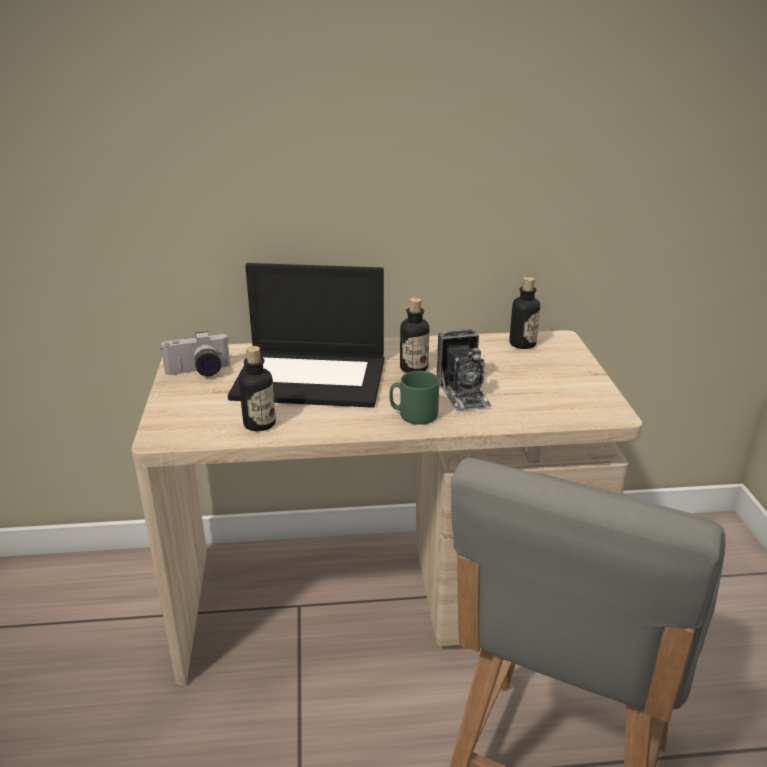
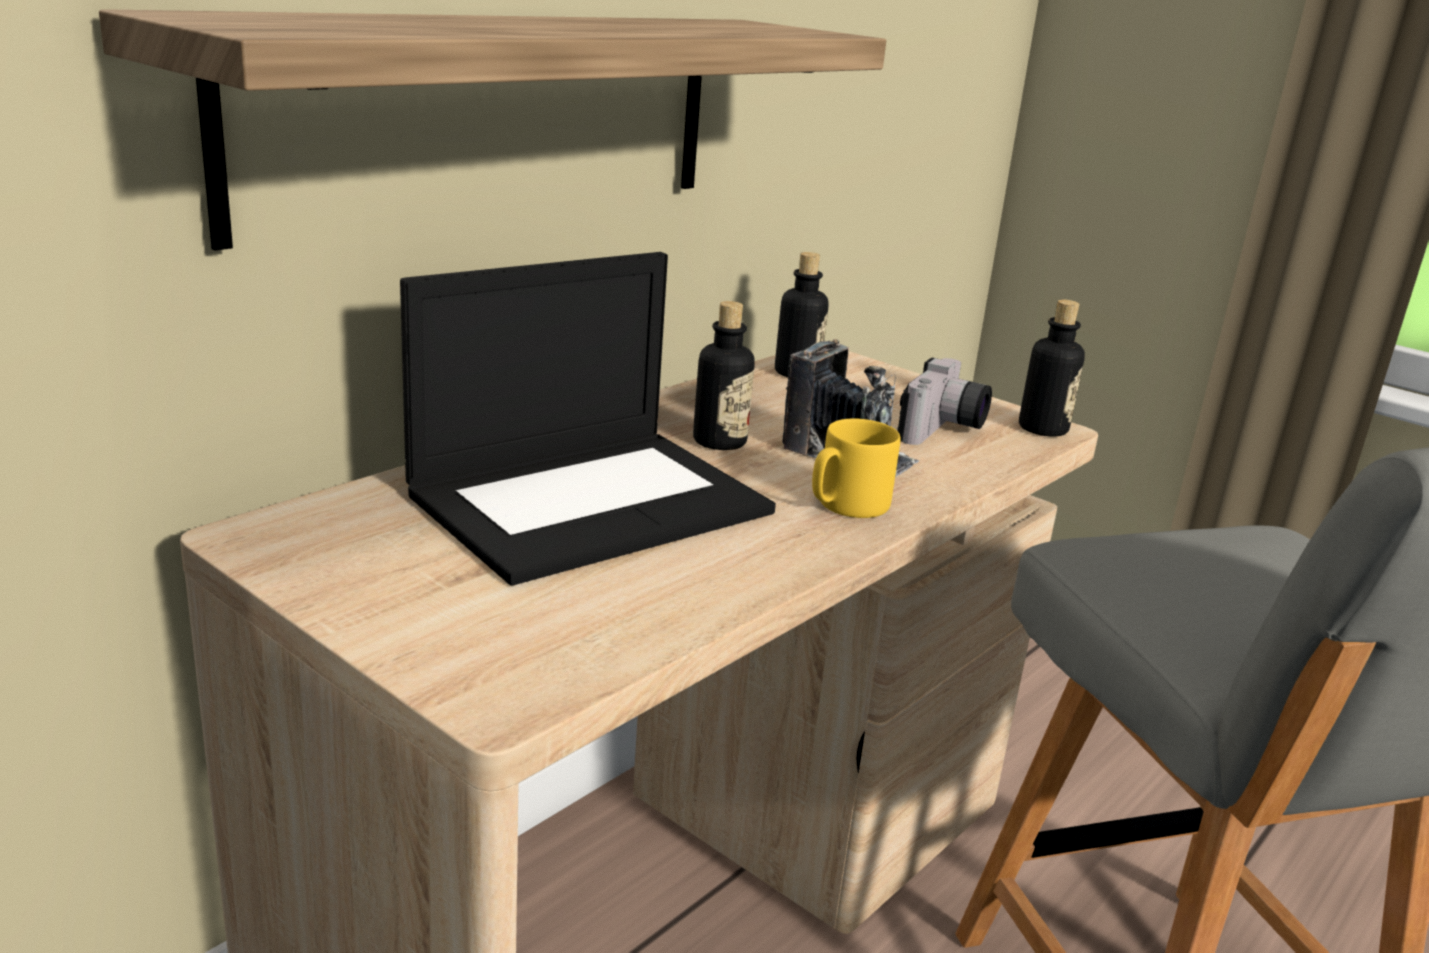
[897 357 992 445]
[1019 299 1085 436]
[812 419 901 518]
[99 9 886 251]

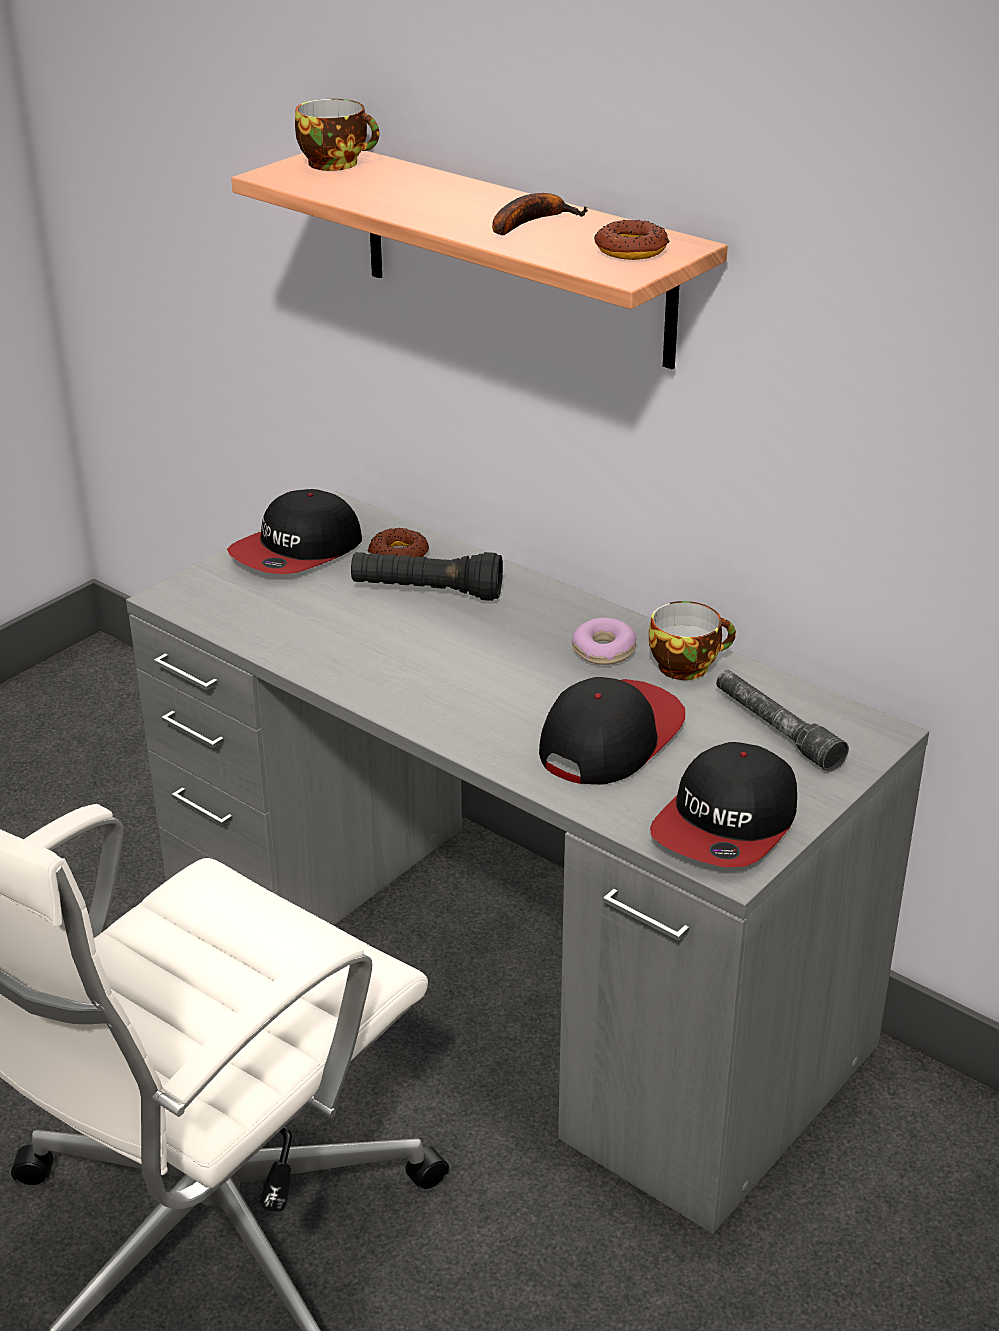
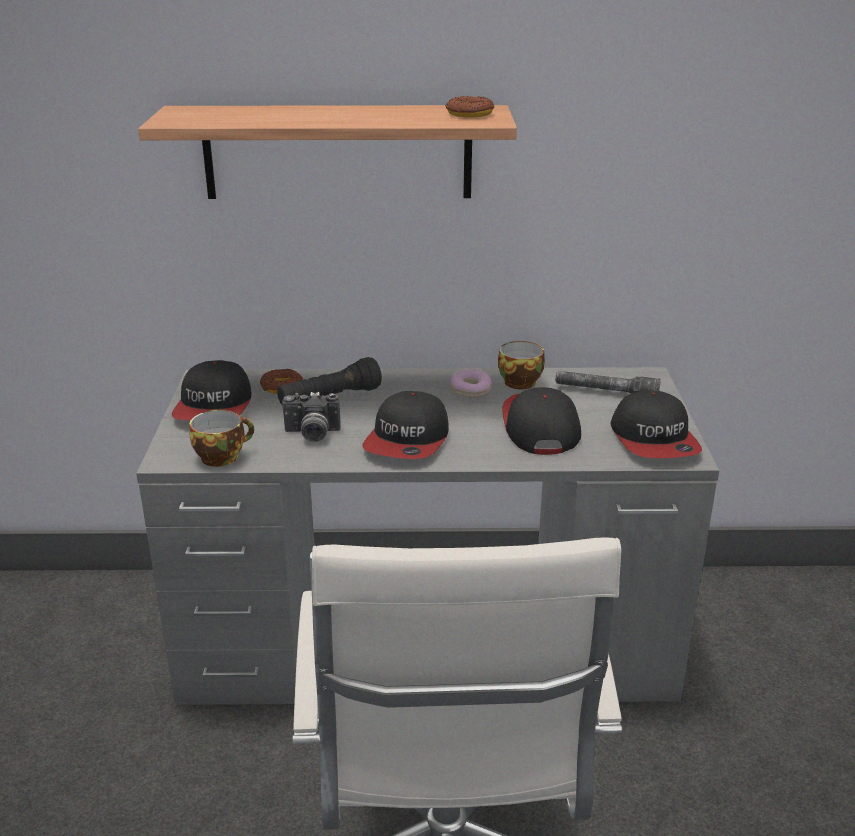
[189 410 254 467]
[492 193 588 235] (first image)
[282 392 341 442]
[362 391 449 459]

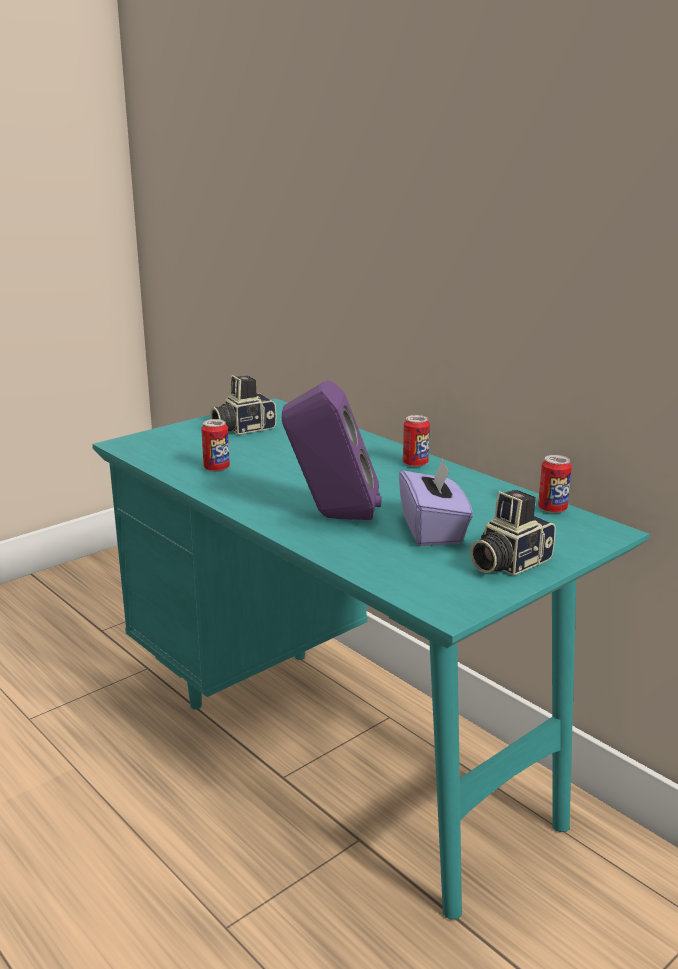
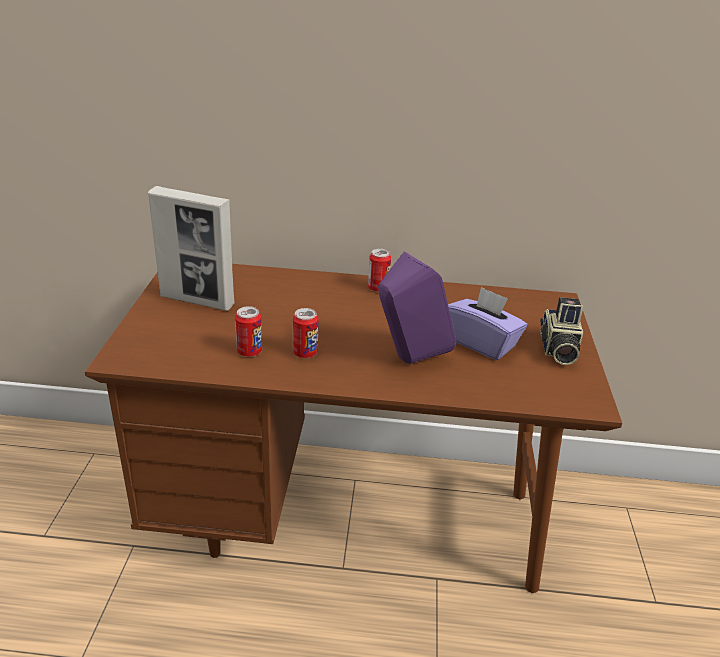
[85 264 622 593]
[148 186 234 311]
[293 308 318 358]

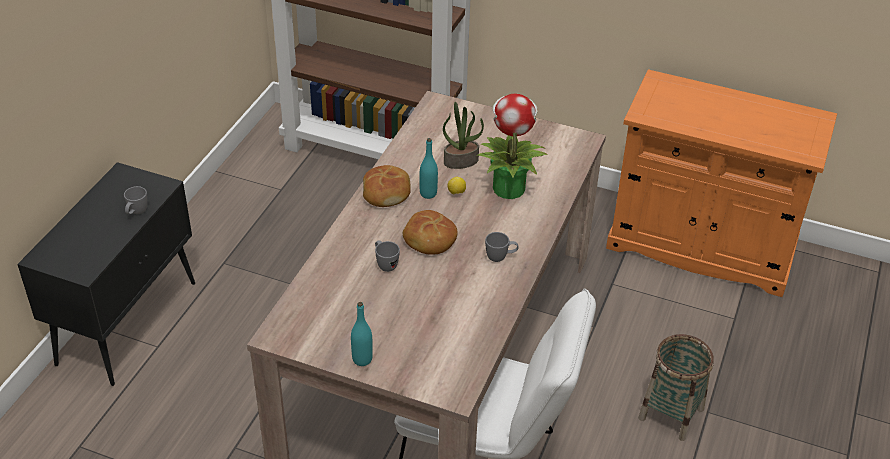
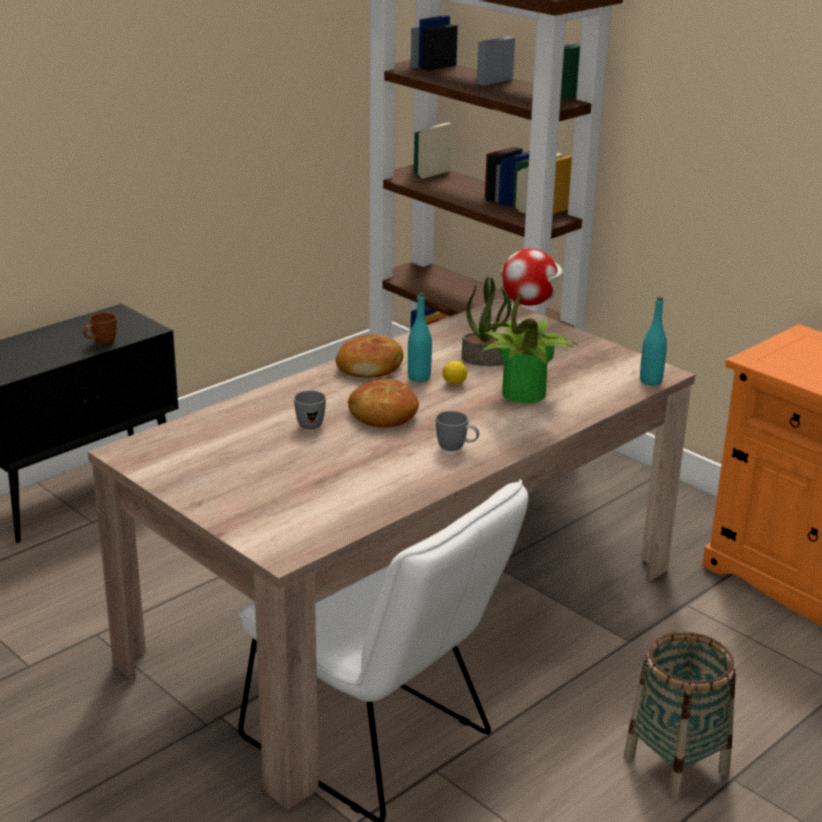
[83 312 117 345]
[640 297 667 386]

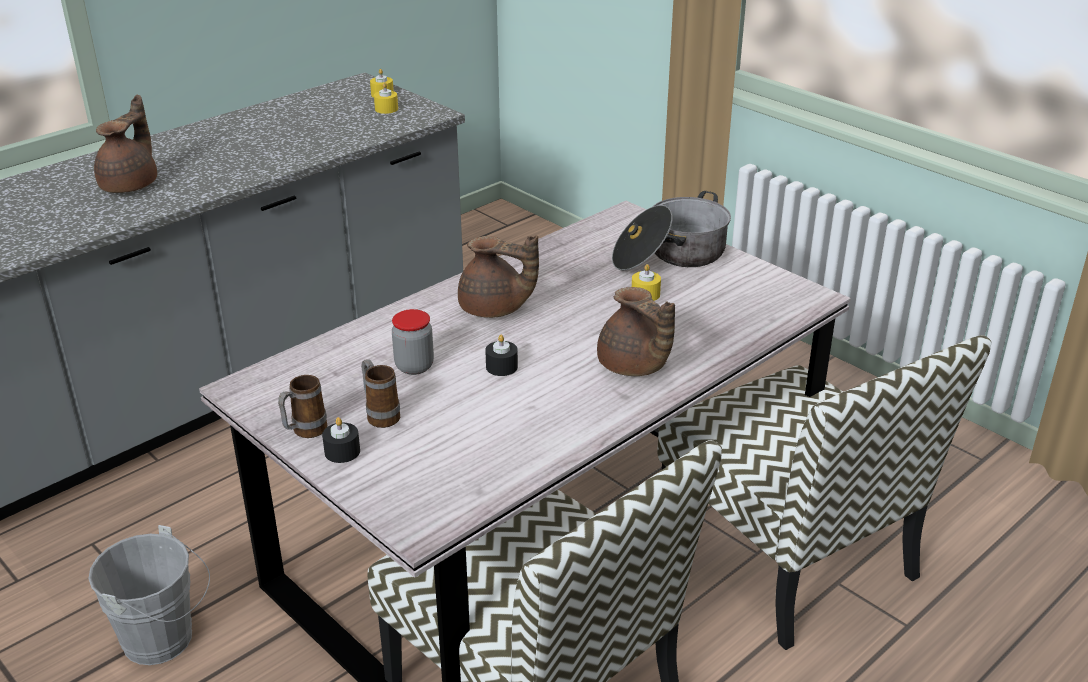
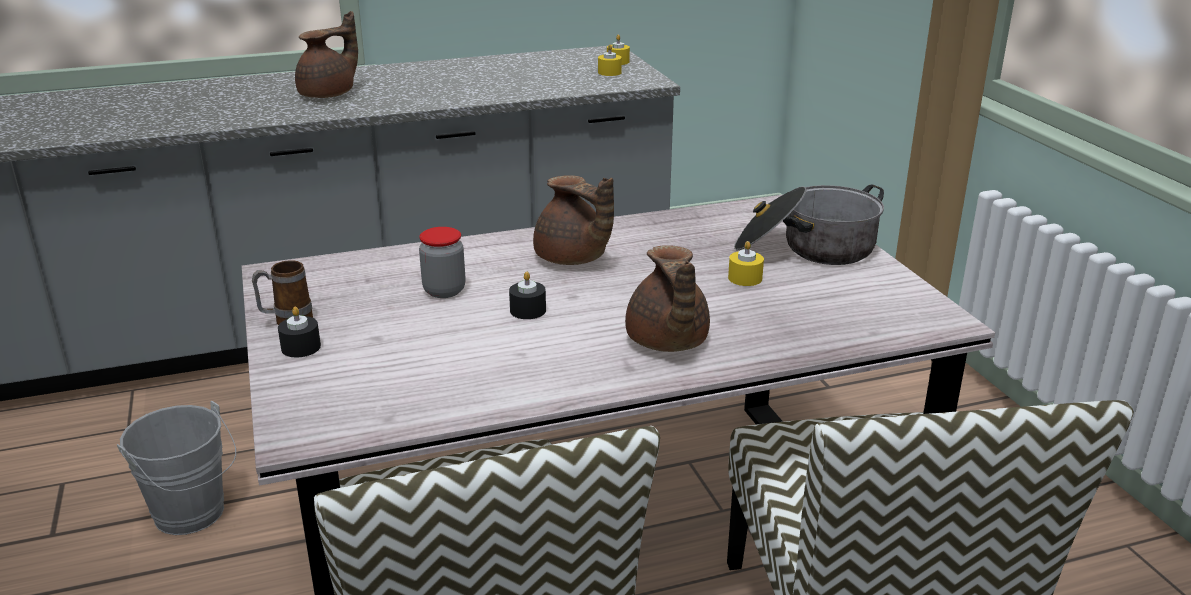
[361 360 400 428] (first image)

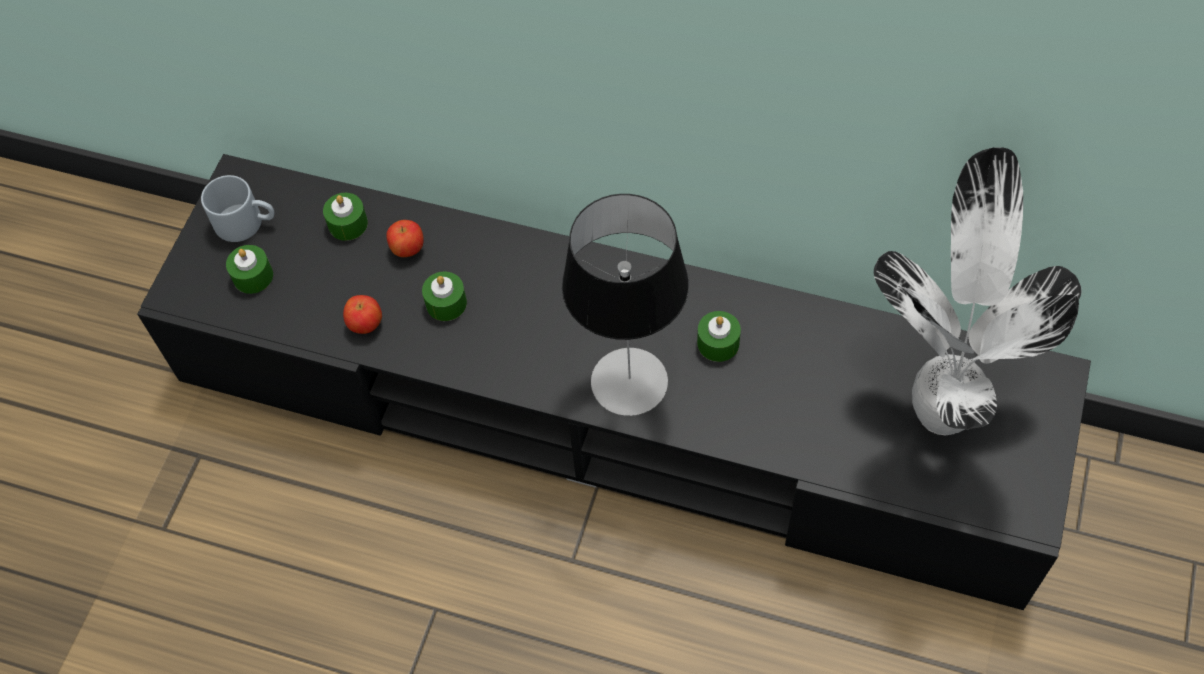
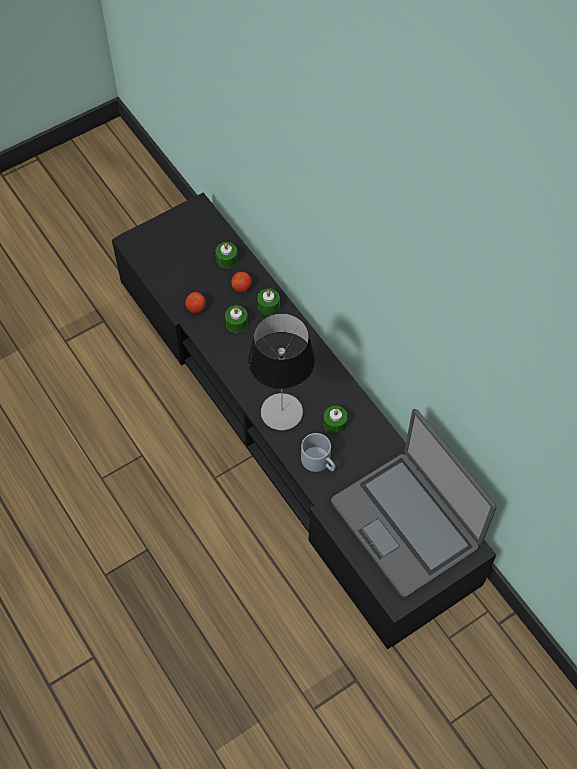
[301 433 336 472]
[257 288 280 315]
[331 409 496 598]

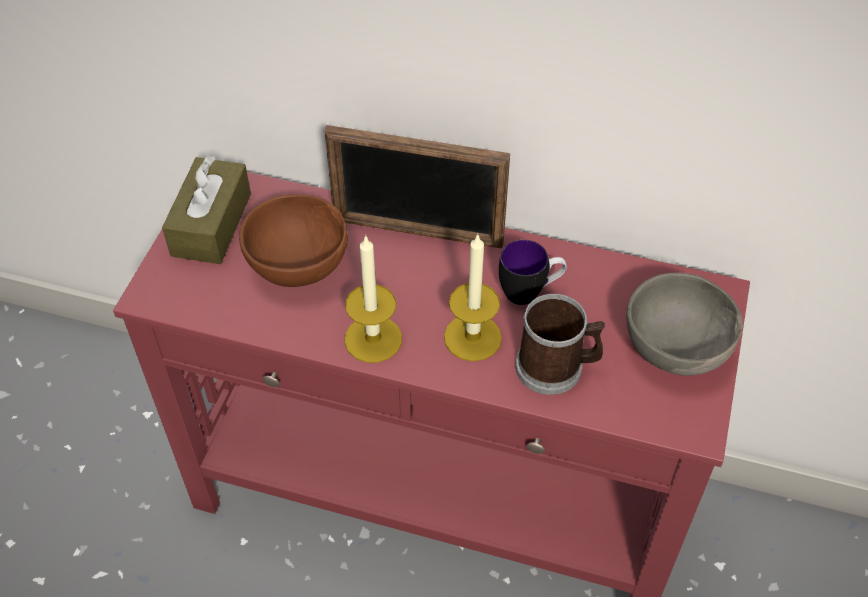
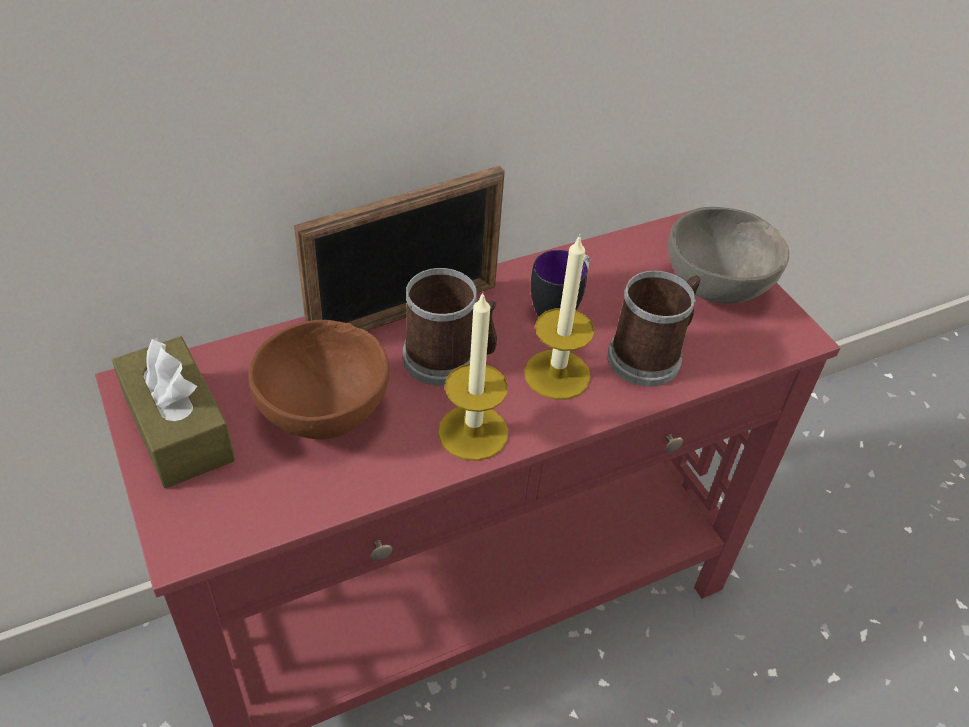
[403 268 497 386]

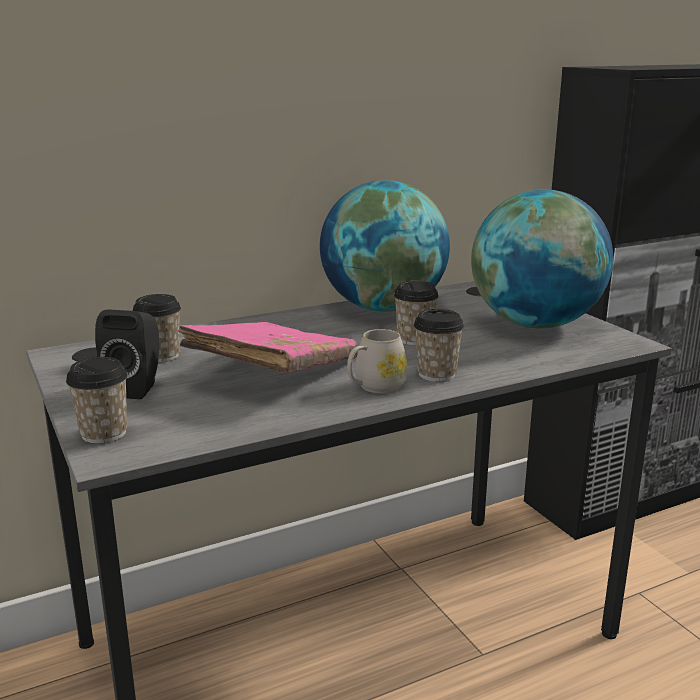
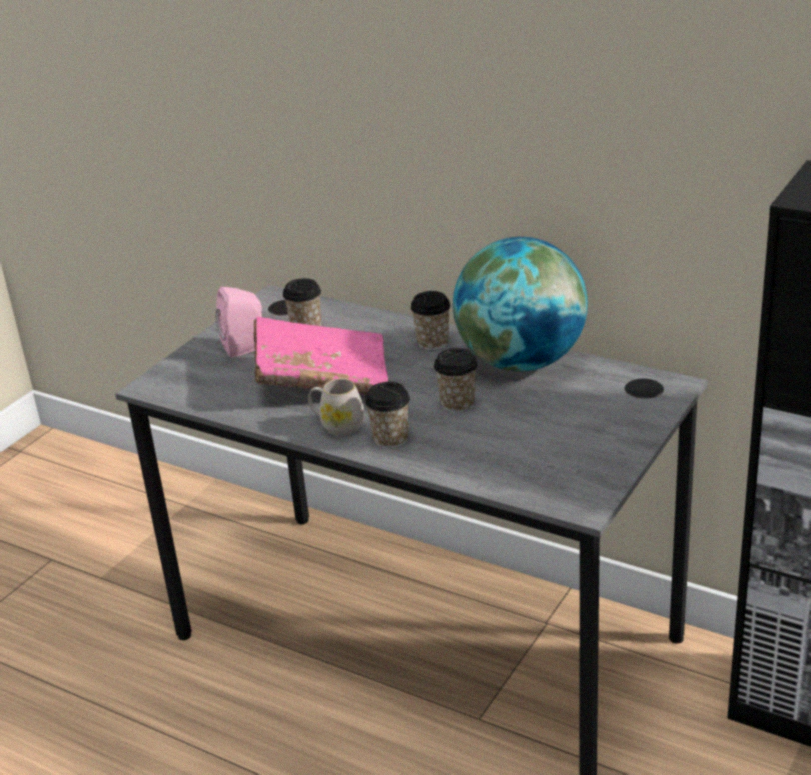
[410 291 451 350]
[216 287 262 358]
[471 189 613 328] (first image)

